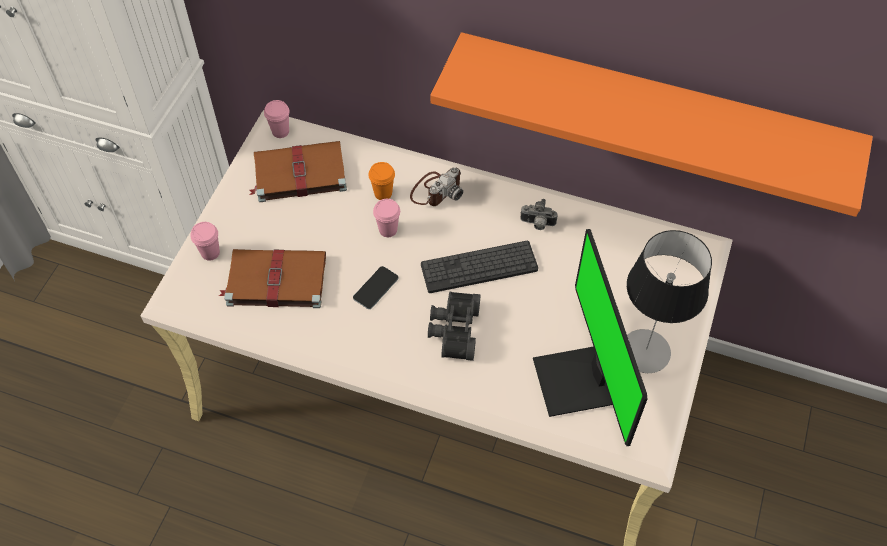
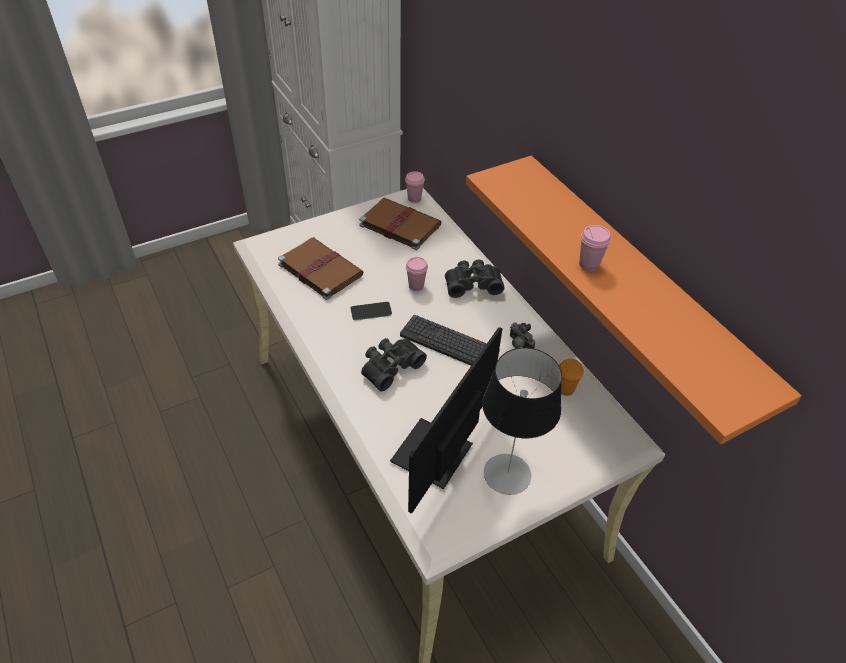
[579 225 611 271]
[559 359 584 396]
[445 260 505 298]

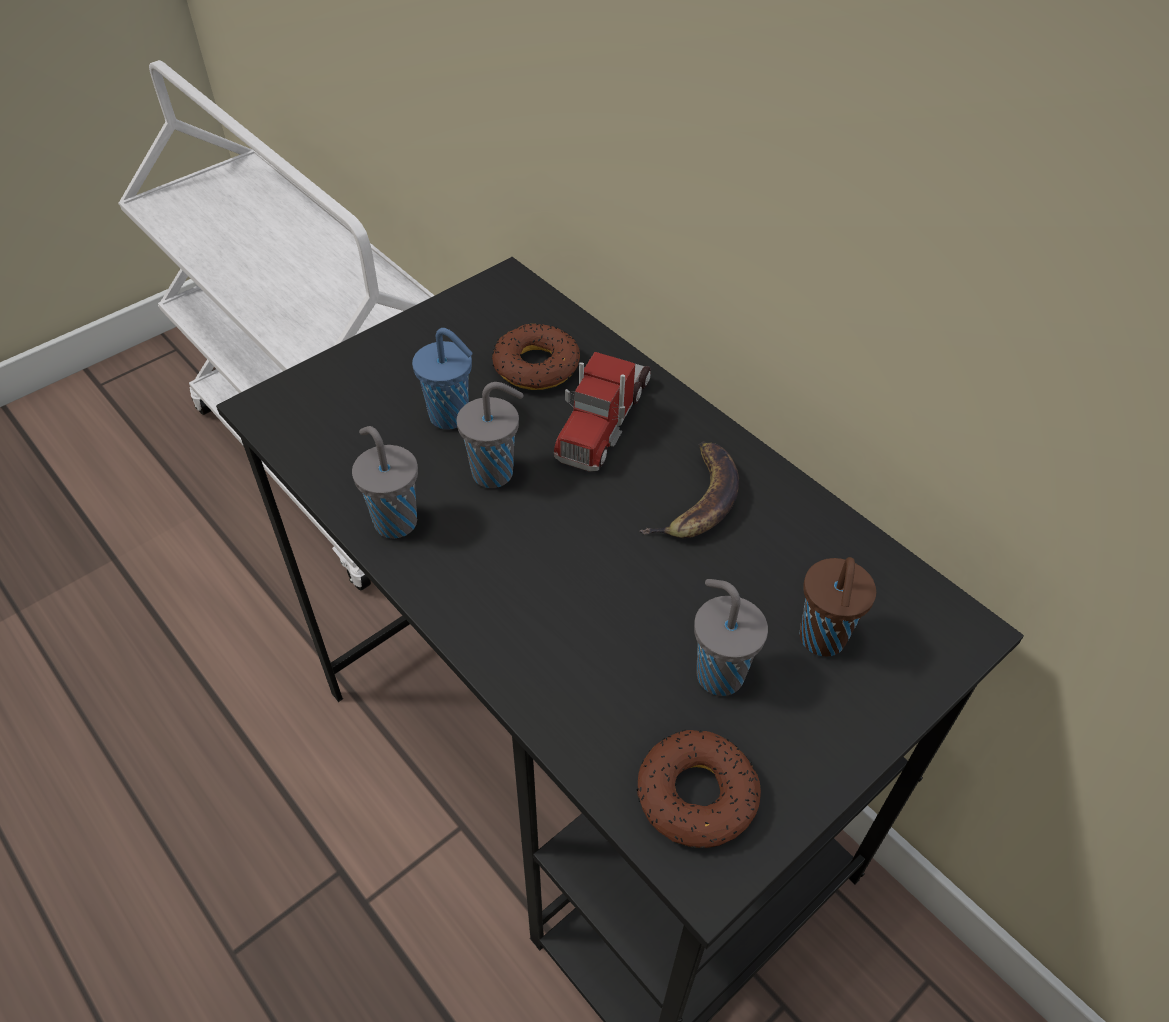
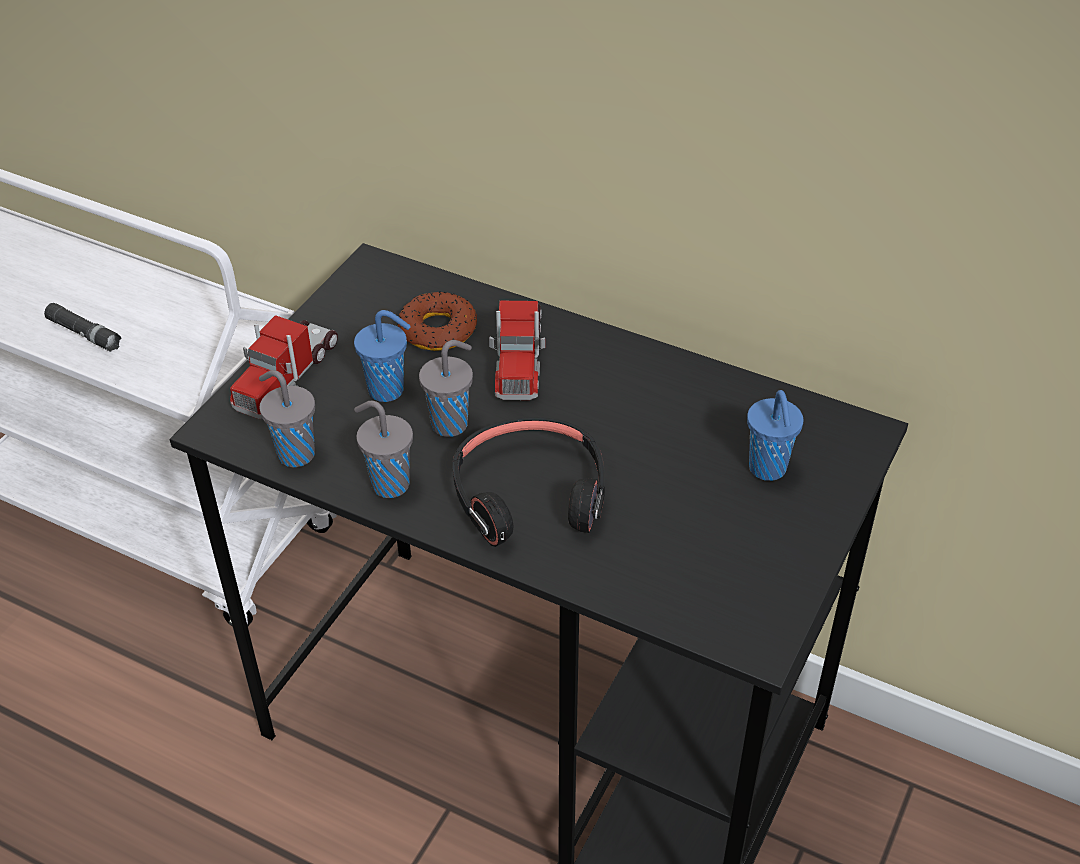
[636 729 761 848] (first image)
[639 441 739 538] (first image)
[259 370 315 467]
[747 390 803 481]
[44 303 121 352]
[230 315 338 419]
[453 417 605 547]

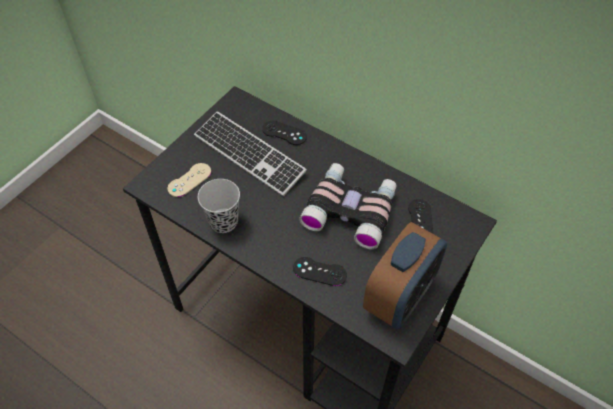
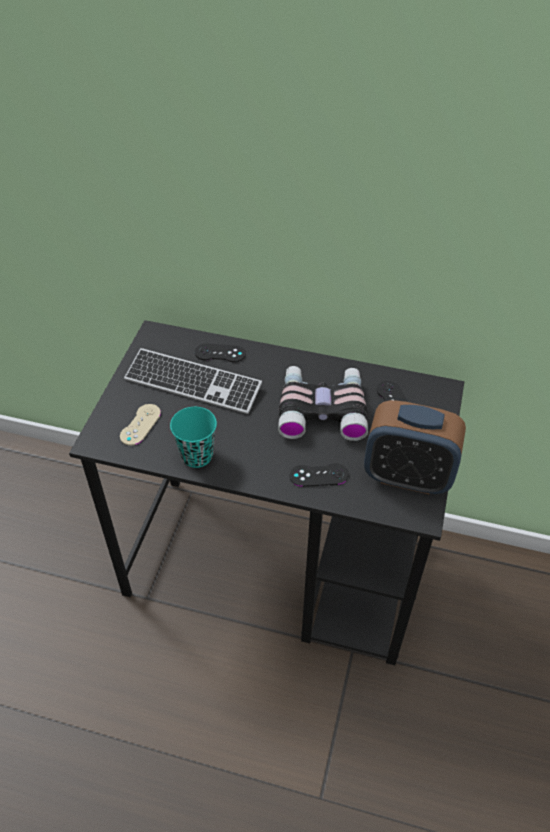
[170 407 217 468]
[364 400 466 494]

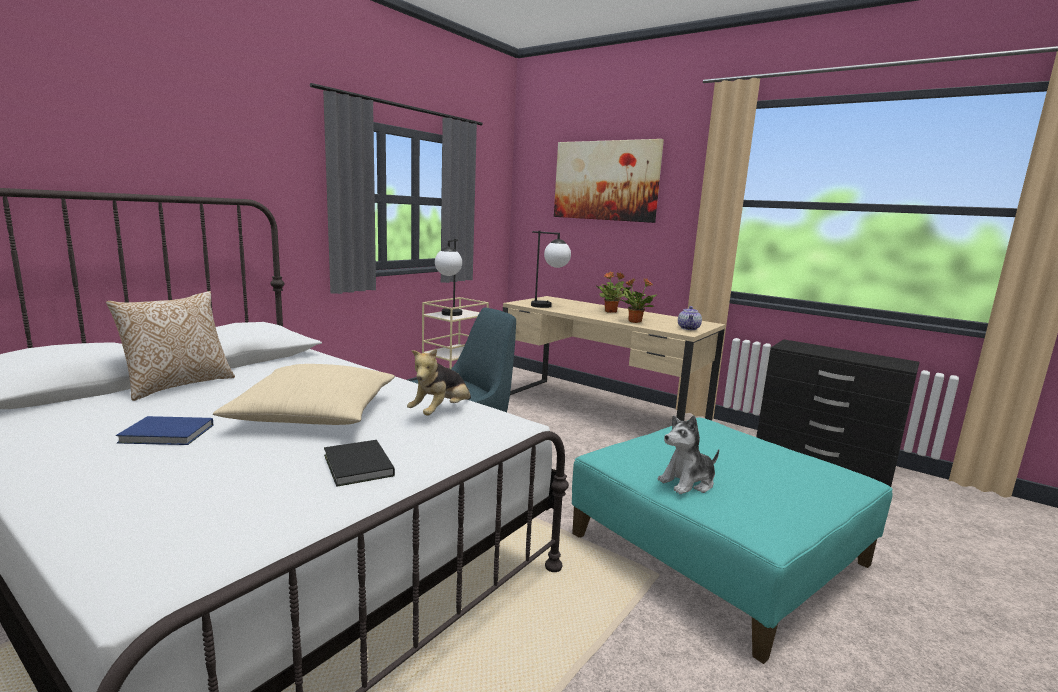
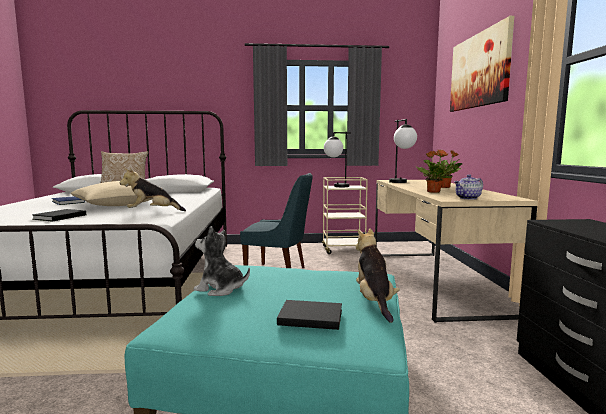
[277 300 342 330]
[355 228 400 323]

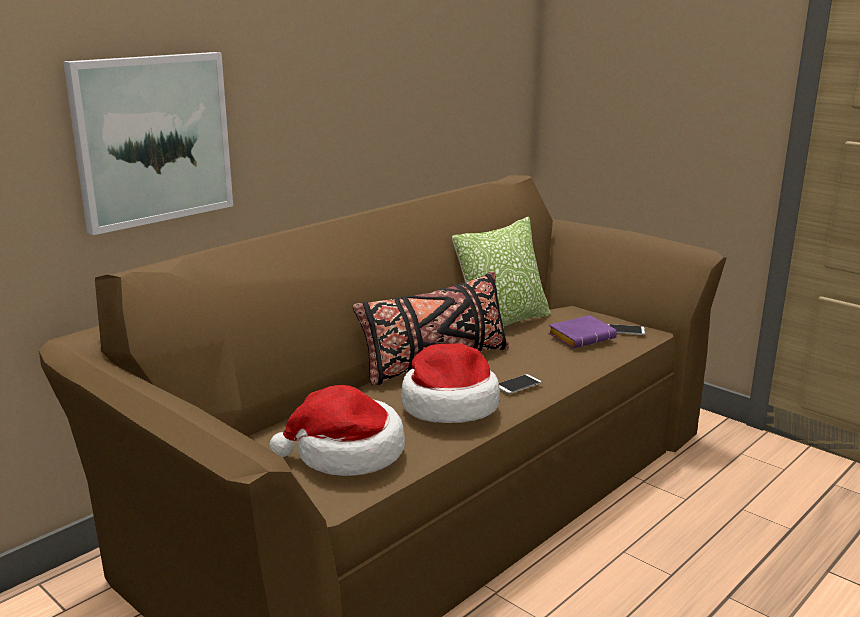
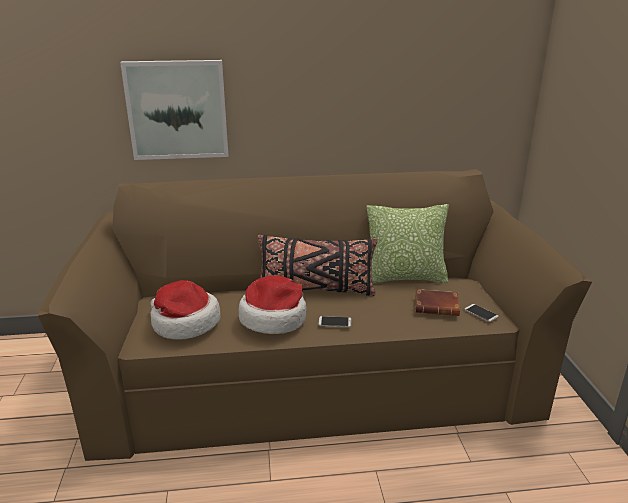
[415 289 460 316]

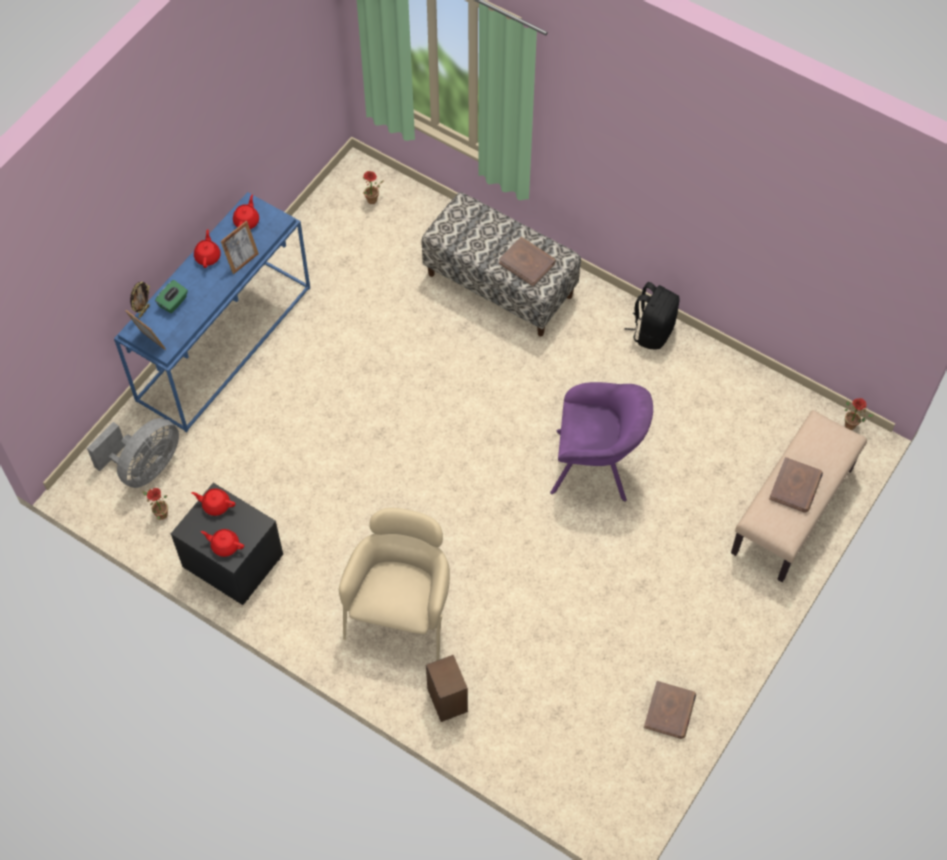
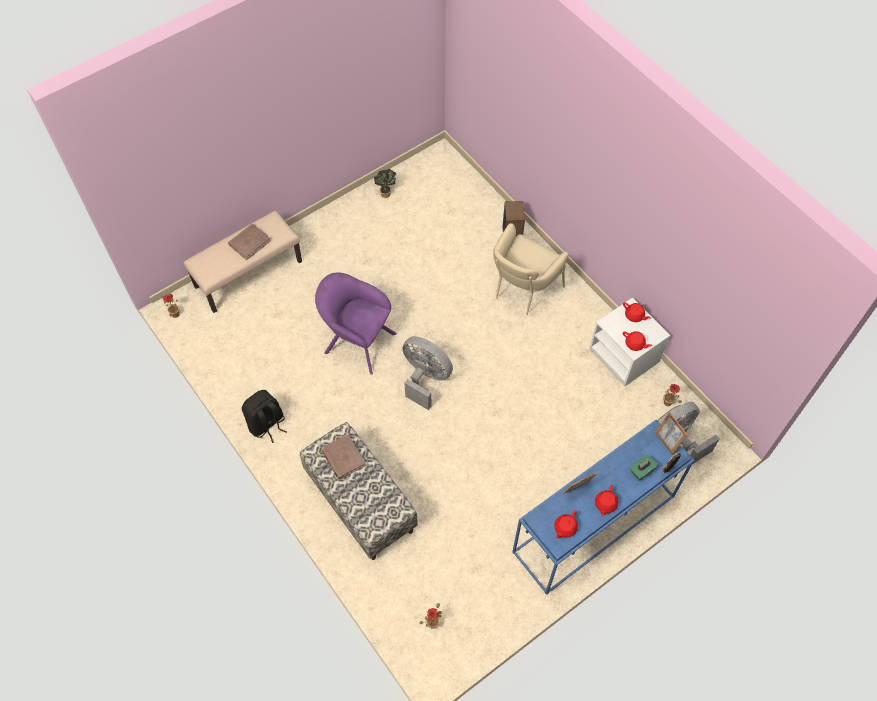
[589 298 670 387]
[374 169 397 198]
[402 336 453 410]

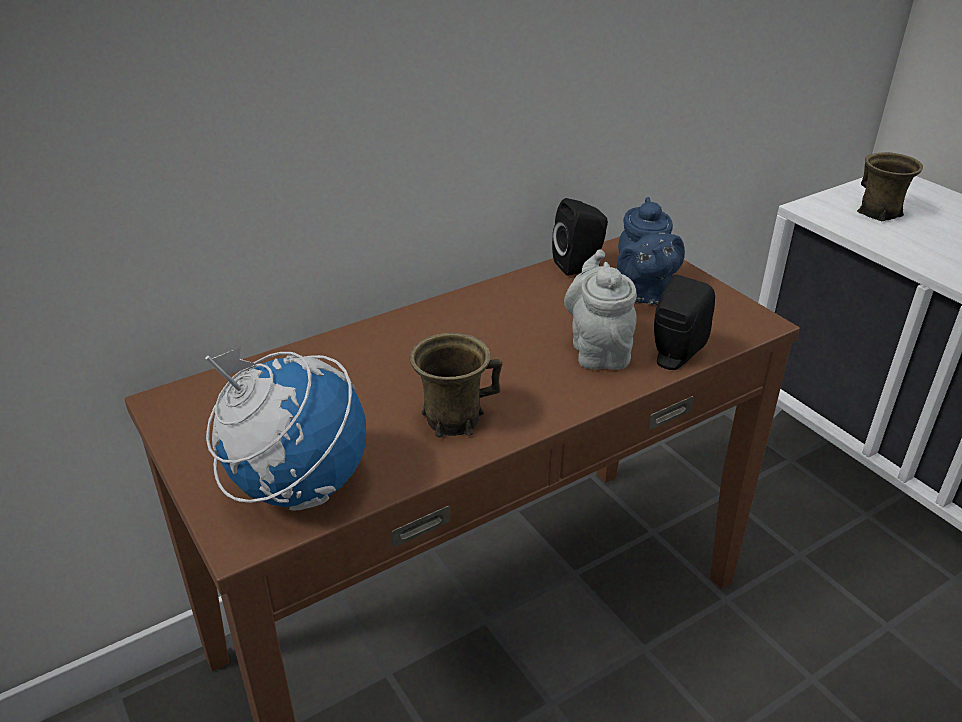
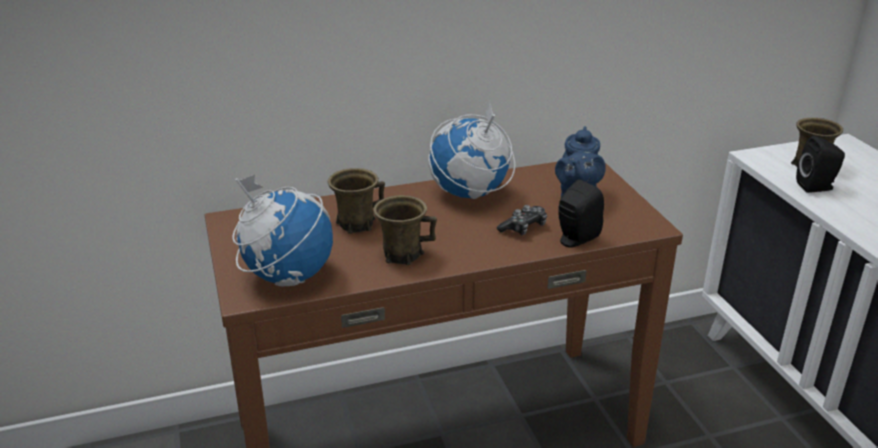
[796 136 845 193]
[497 205 547 235]
[328 168 385 234]
[428 103 516 199]

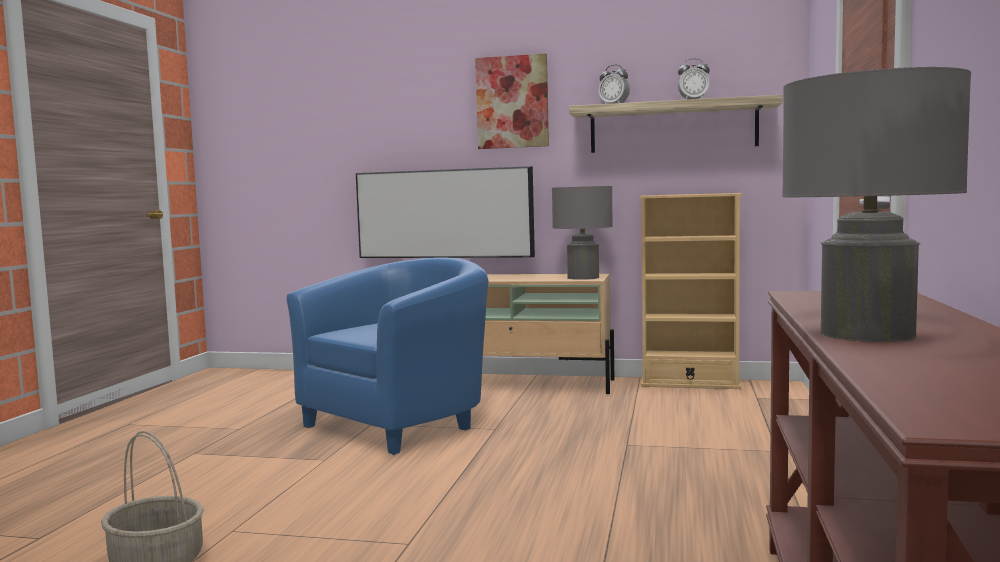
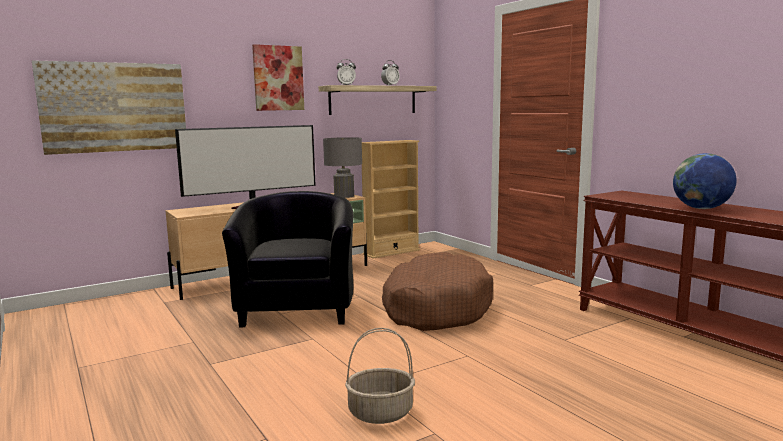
[222 191 353 328]
[673 153 737 209]
[32 60 186 155]
[382 252 493 331]

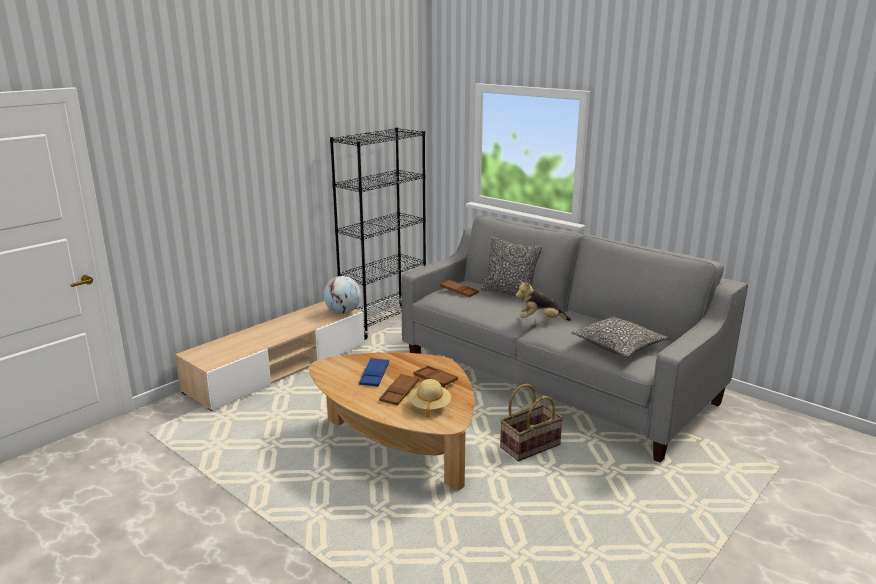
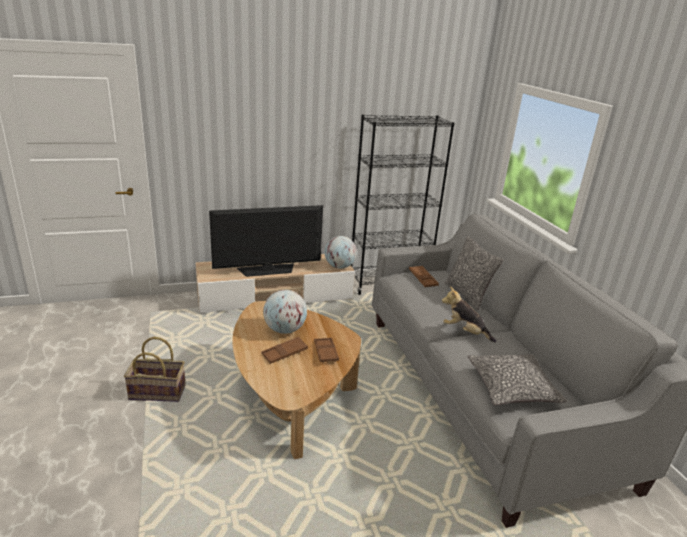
[263 290 307 334]
[409 379 451 418] (first image)
[124 337 186 402]
[209 205 323 277]

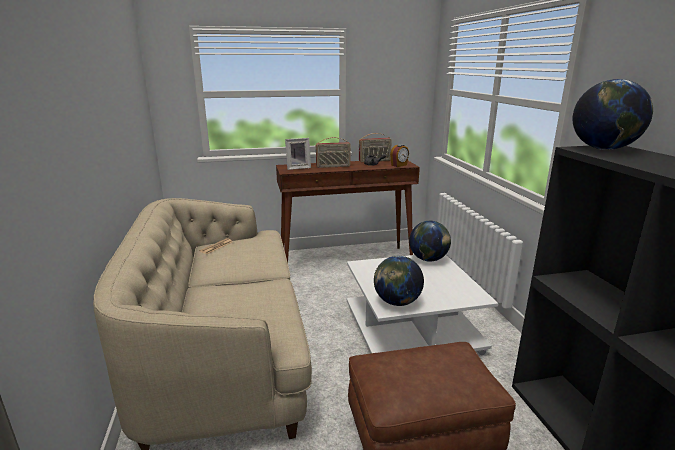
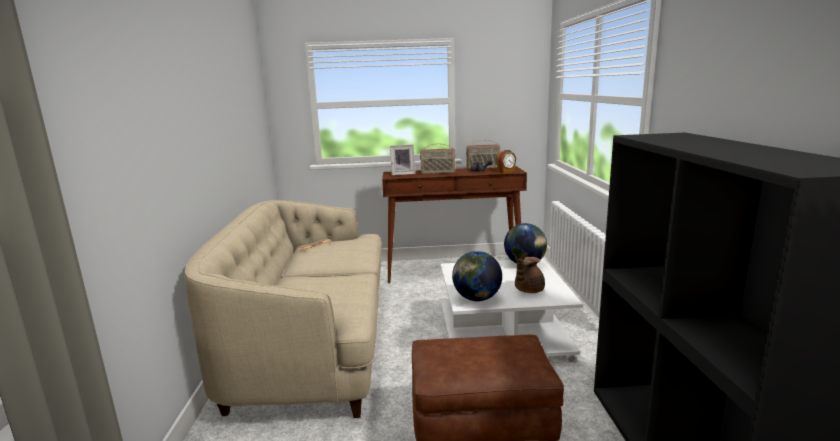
[573 79 653 150] (first image)
[515 257 545 293]

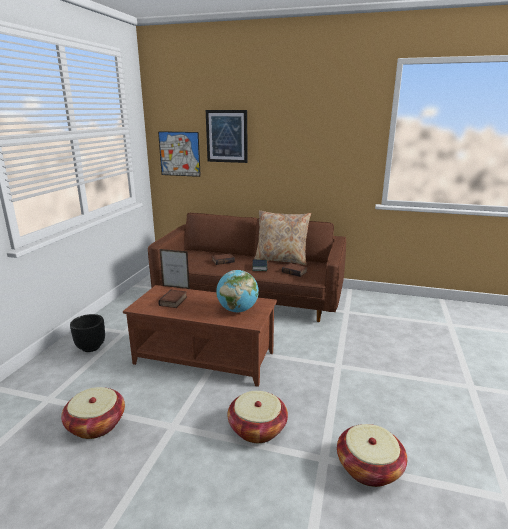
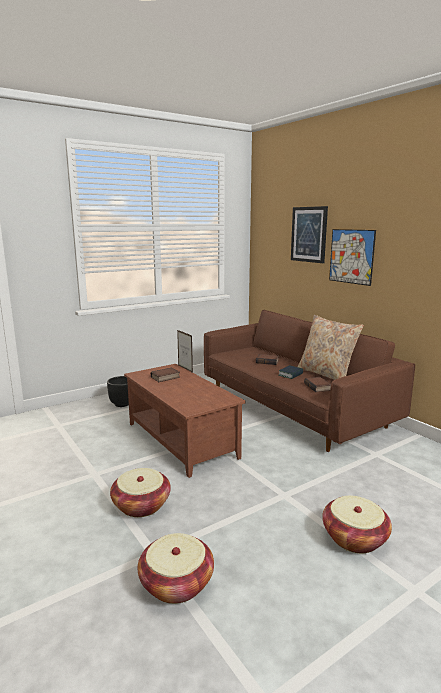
[322 495 392 553]
[329 229 376 286]
[216 270 259 312] (first image)

